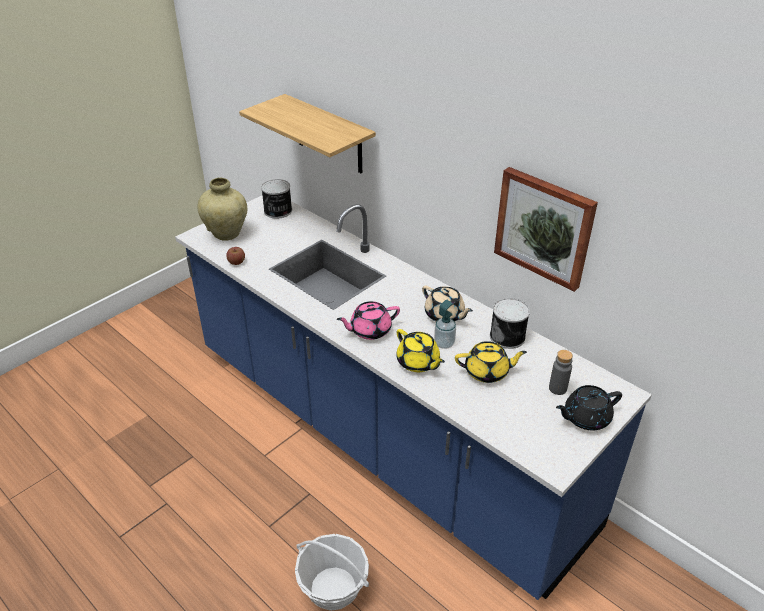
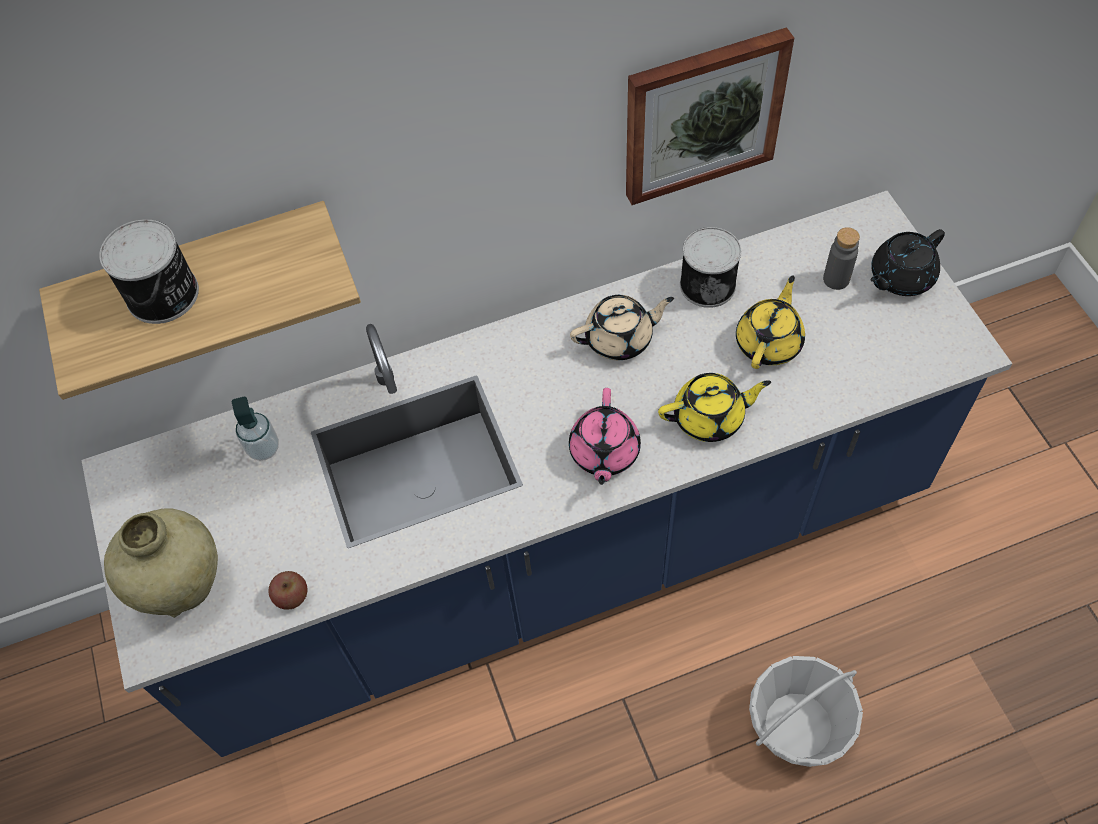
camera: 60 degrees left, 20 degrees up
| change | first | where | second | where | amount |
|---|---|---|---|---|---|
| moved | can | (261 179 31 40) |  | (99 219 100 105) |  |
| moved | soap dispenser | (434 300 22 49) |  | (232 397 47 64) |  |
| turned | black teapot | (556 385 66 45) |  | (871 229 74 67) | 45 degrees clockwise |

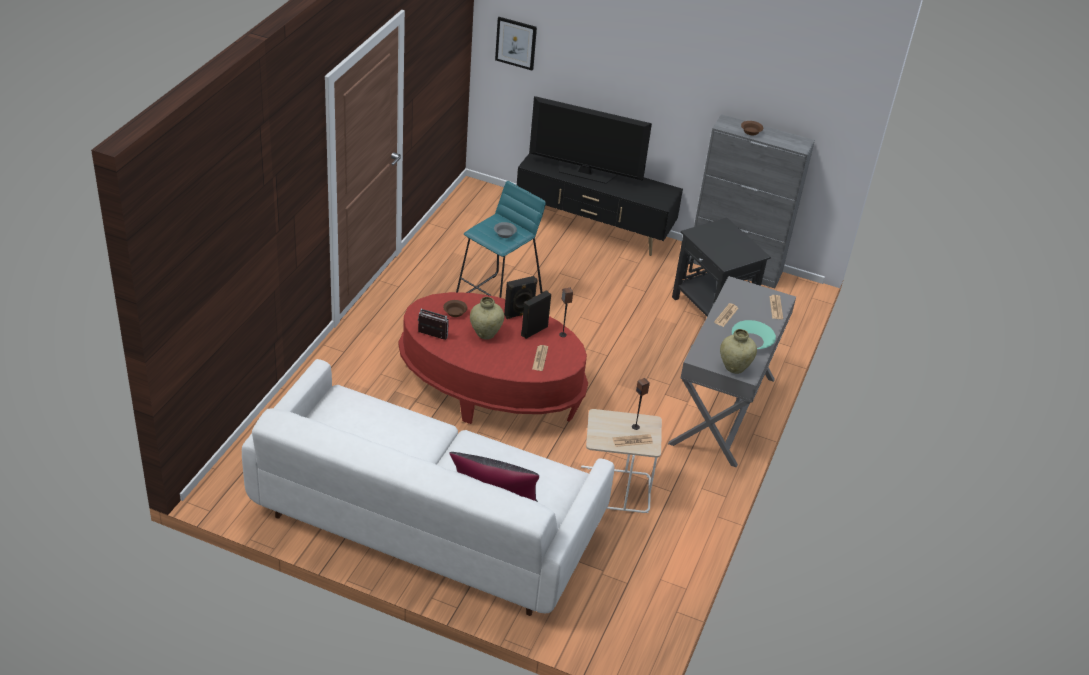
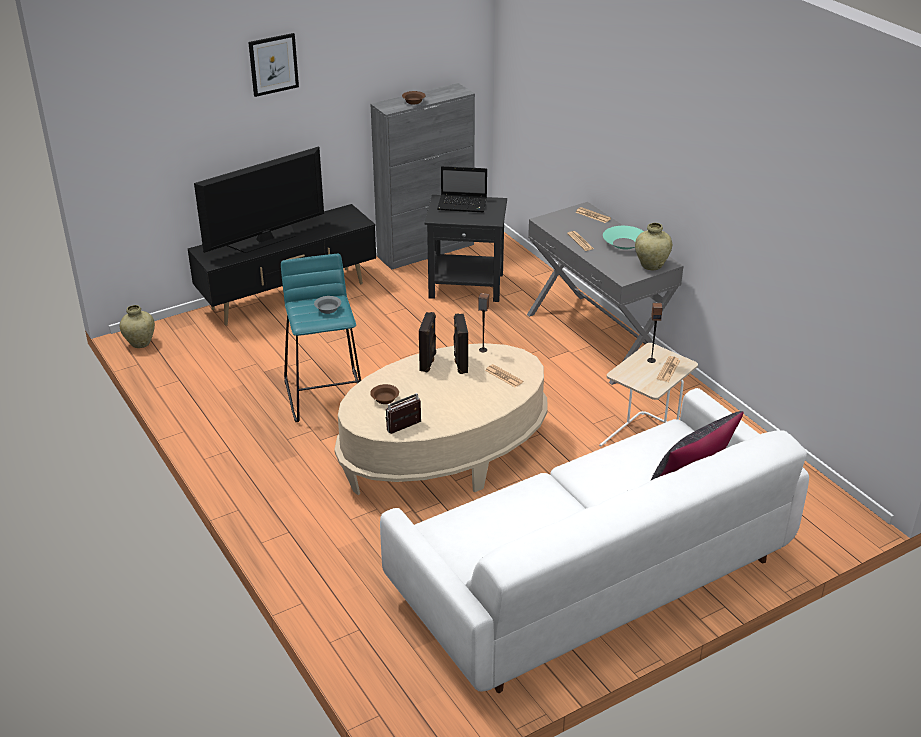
camera: 50 degrees left, 5 degrees down
| change | first | where | second | where | amount |
|---|---|---|---|---|---|
| moved | beige vase | (470 297 34 43) |  | (120 305 35 43) |  |
| moved | picture | (495 17 42 54) |  | (248 33 51 64) |  |
| recoloured | red coffee table | (399 292 189 132) | beige coffee table | (334 343 214 152) |  |
| added |  |  | laptop | (437 166 50 46) |  |

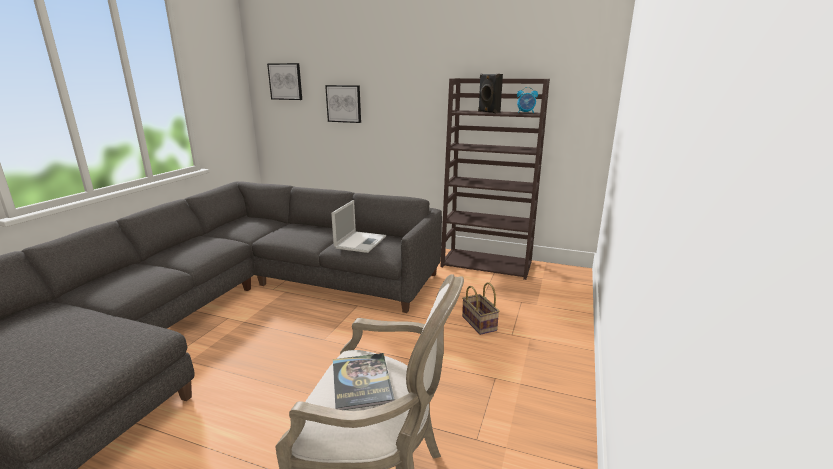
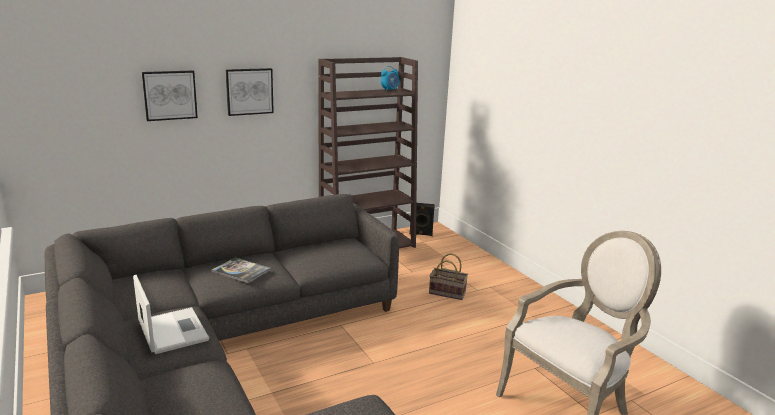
camera: 50 degrees left, 0 degrees up
| change | first | where | second | where | amount |
|---|---|---|---|---|---|
| moved | laptop | (331 200 55 53) |  | (133 275 76 79) |  |
| moved | book | (333 353 62 57) |  | (211 258 60 25) |  |
| moved | picture | (267 63 35 37) |  | (225 68 49 48) |  |
| moved | black speaker | (478 74 25 39) |  | (409 203 26 33) |  |

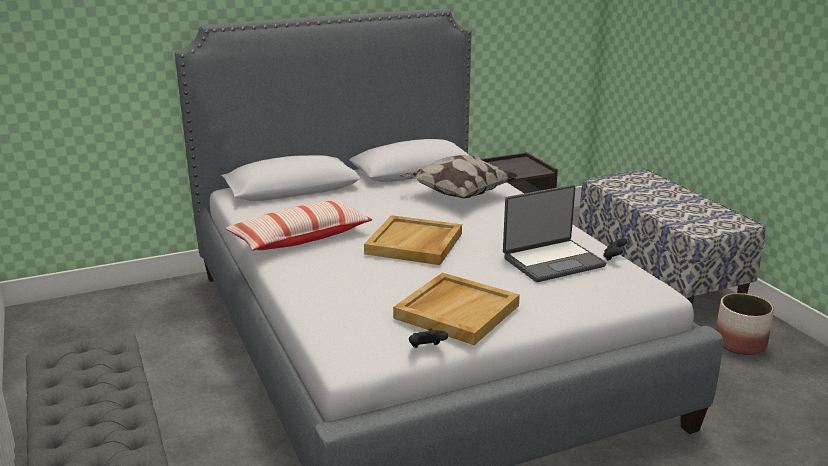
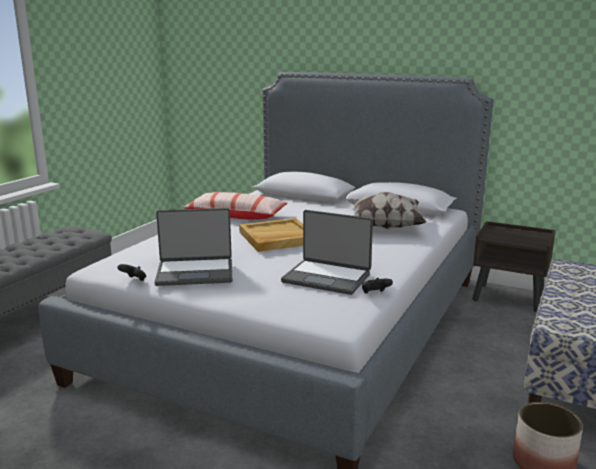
camera: 50 degrees right, 5 degrees down
| change | first | where | second | where | amount |
|---|---|---|---|---|---|
| replaced | beige tray | (393 272 127 73) | laptop | (155 208 77 78) |  |

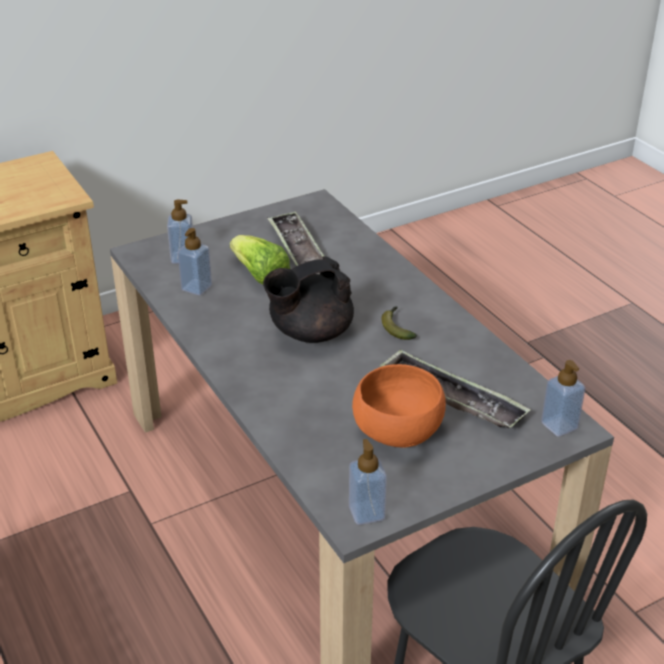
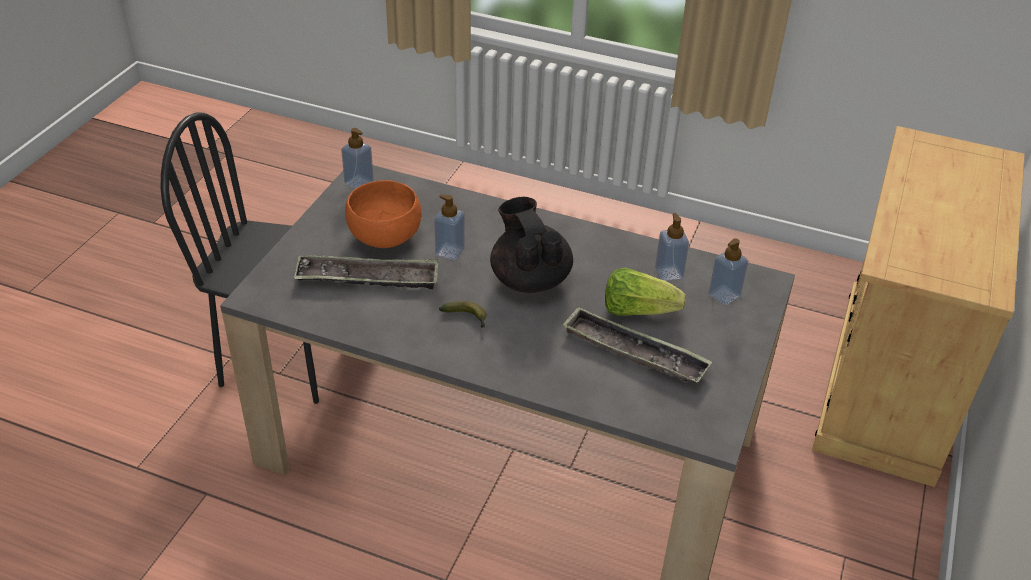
camera: 140 degrees right, 5 degrees up
| change | first | where | second | where | amount |
|---|---|---|---|---|---|
| moved | soap dispenser | (541 360 45 77) |  | (434 194 31 66) |  |
| turned | black teapot | (263 256 91 87) |  | (490 197 83 96) | 45 degrees counterclockwise |

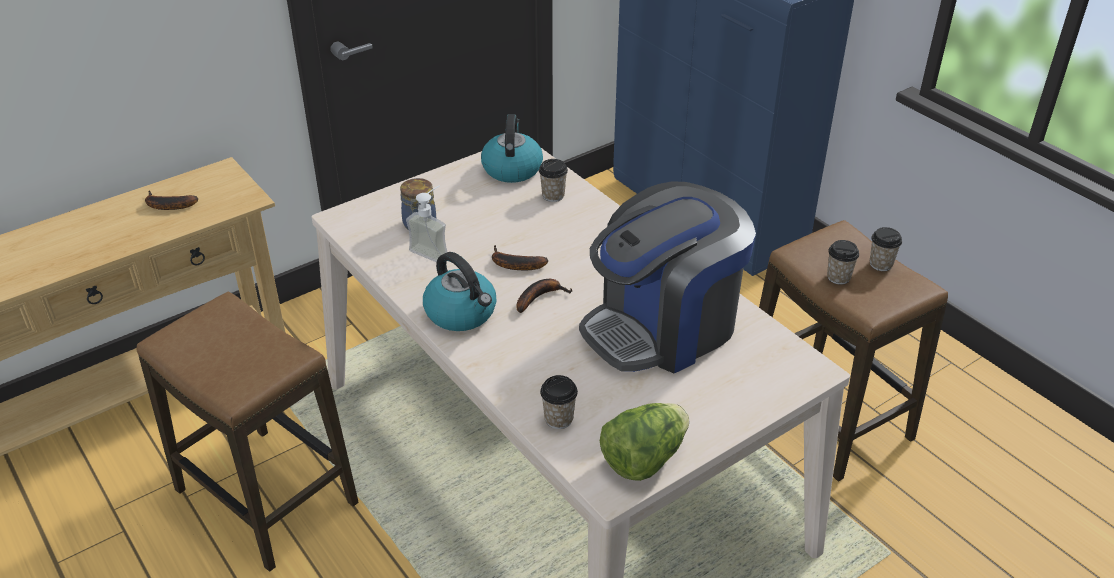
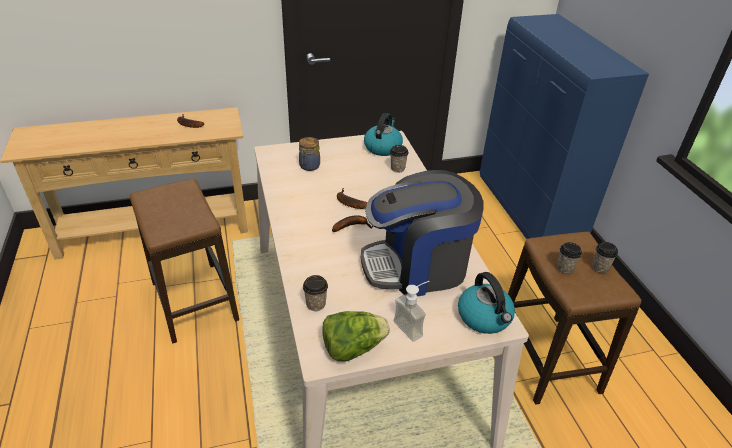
camera: 20 degrees right, 0 degrees up
| change | first | where | second | where | amount |
|---|---|---|---|---|---|
| moved | soap dispenser | (406 186 41 76) |  | (393 281 36 61) |  |
| moved | kettle | (423 252 73 79) |  | (458 272 57 62) |  |

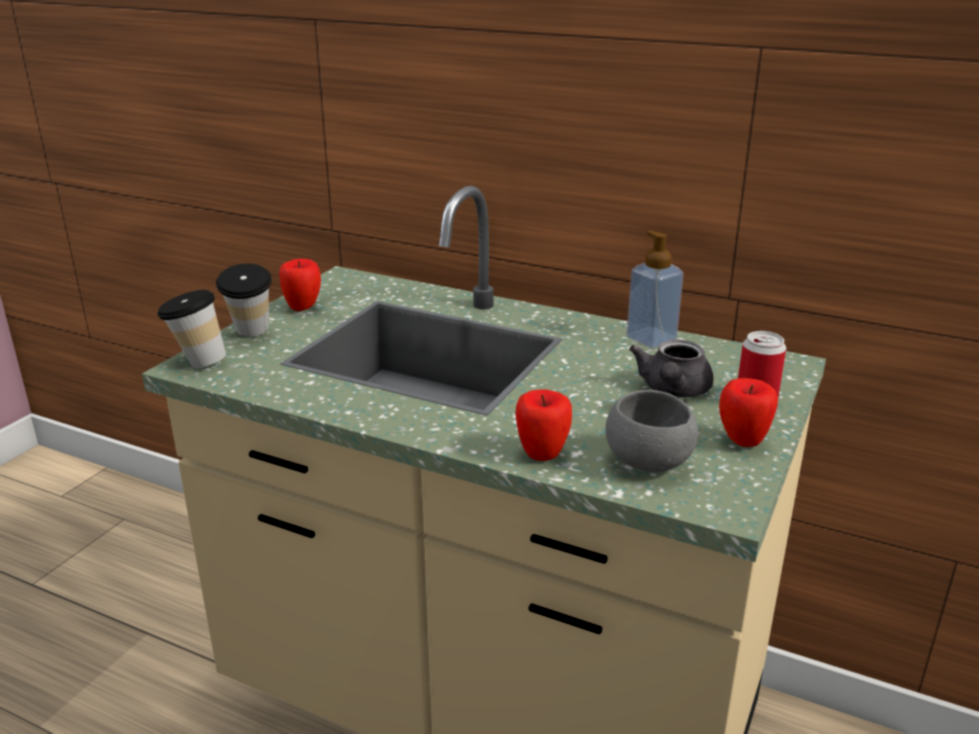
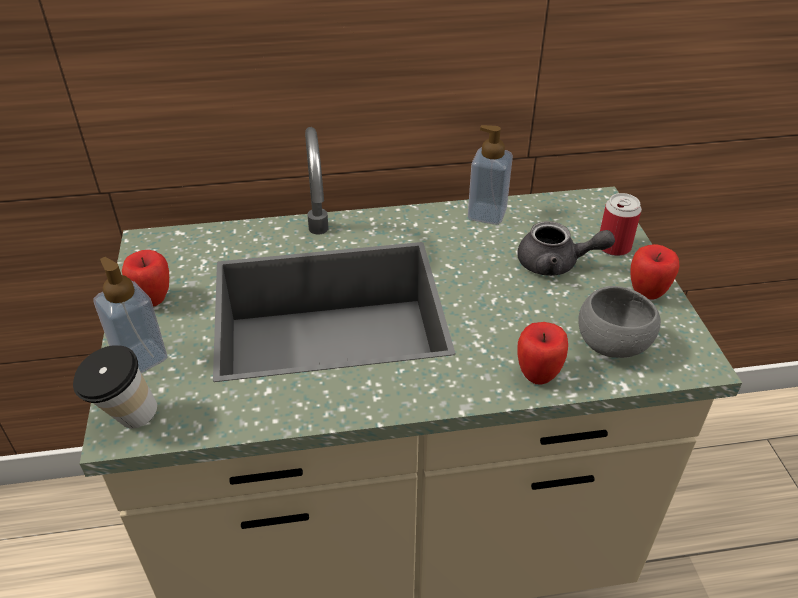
camera: 35 degrees left, 15 degrees up
| change | first | where | second | where | amount |
|---|---|---|---|---|---|
| replaced | cup | (216 264 56 73) | soap dispenser | (93 257 75 116) |  |
| turned | grey teapot | (629 339 84 58) |  | (517 221 98 55) | 60 degrees counterclockwise |

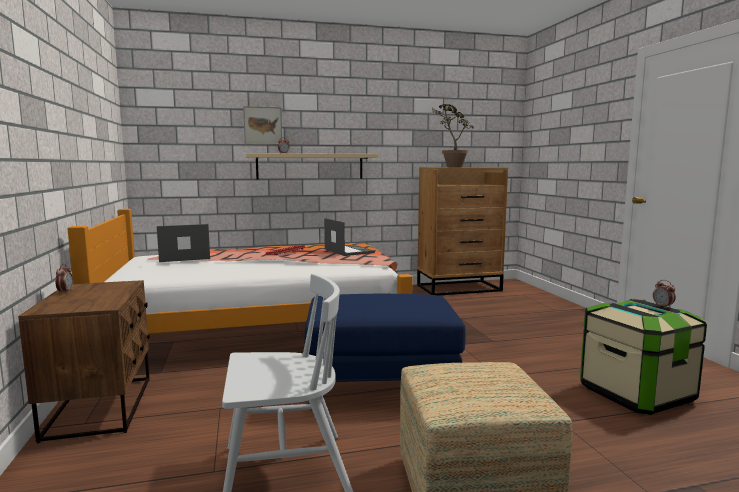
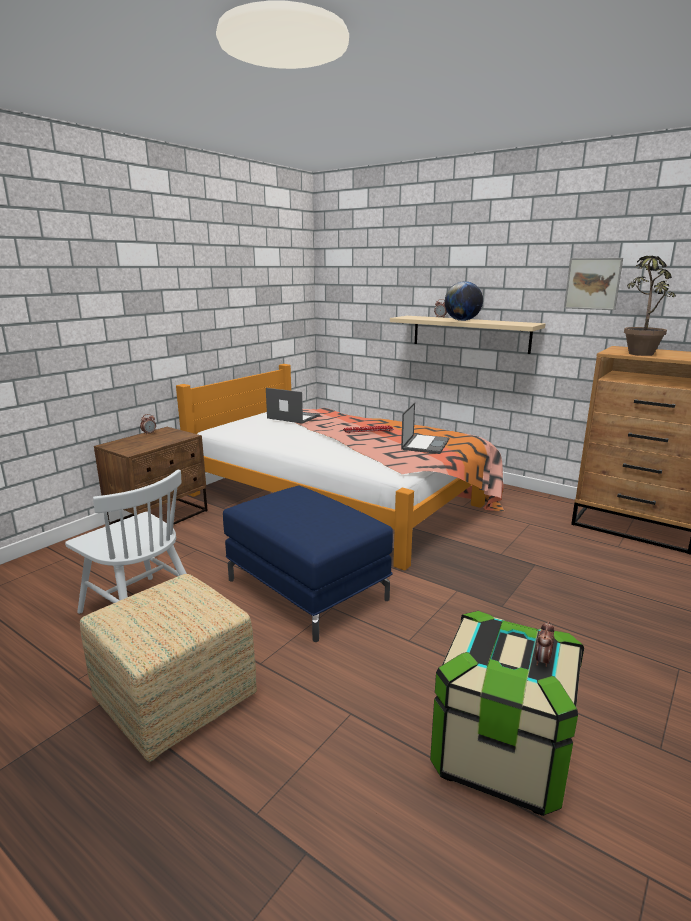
camera: 50 degrees right, 10 degrees up
| change | first | where | second | where | amount |
|---|---|---|---|---|---|
| added |  |  | globe | (445 281 38 40) |  |
| moved | picture | (243 106 40 39) |  | (564 258 59 52) |  |

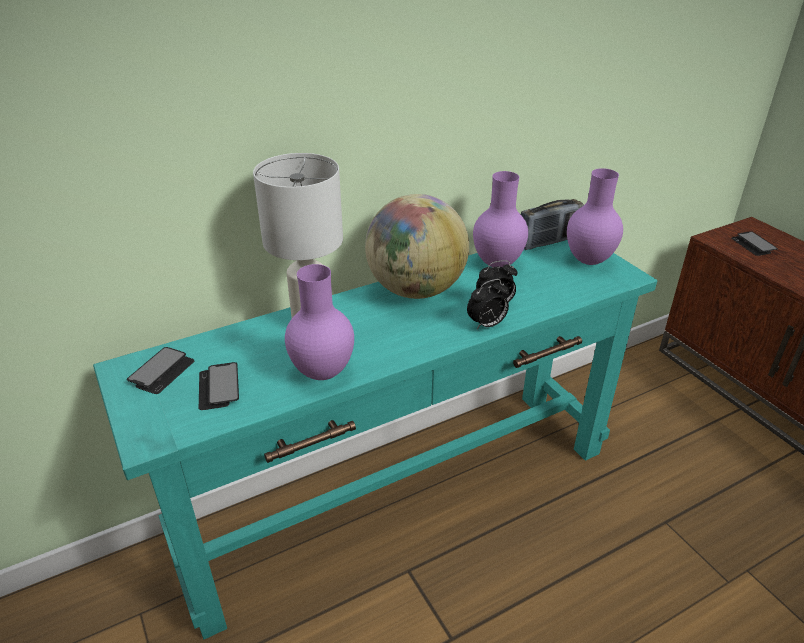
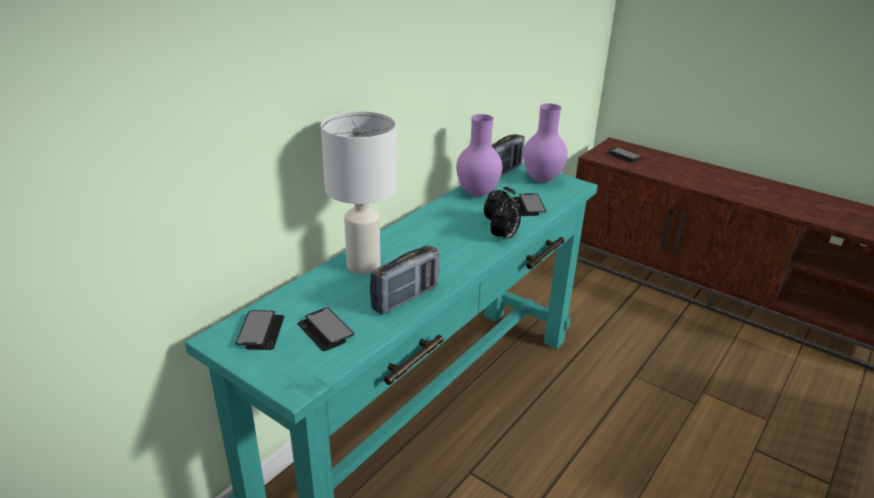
camera: 25 degrees left, 5 degrees down
| change | first | where | second | where | amount |
|---|---|---|---|---|---|
| replaced | purple vase | (285 264 69 116) | radio | (370 245 69 70) |  |
| added |  |  | phone | (514 194 32 22) |  |
| removed | globe | (365 194 104 105) |  |  |  |

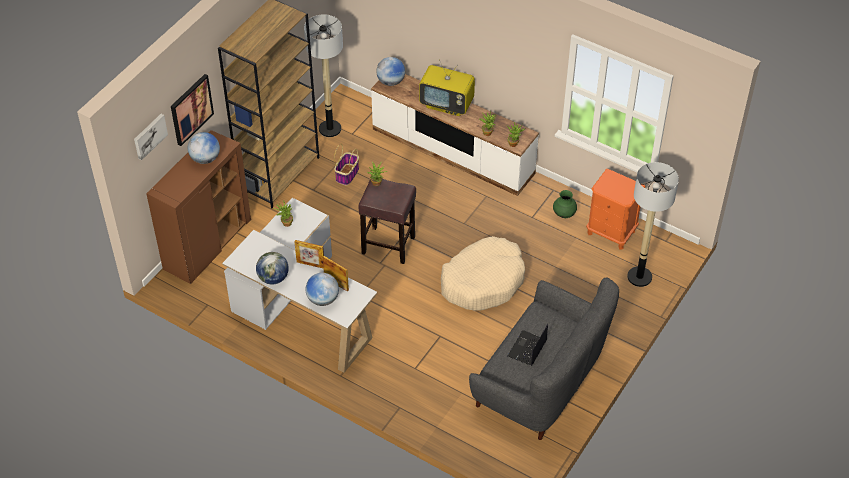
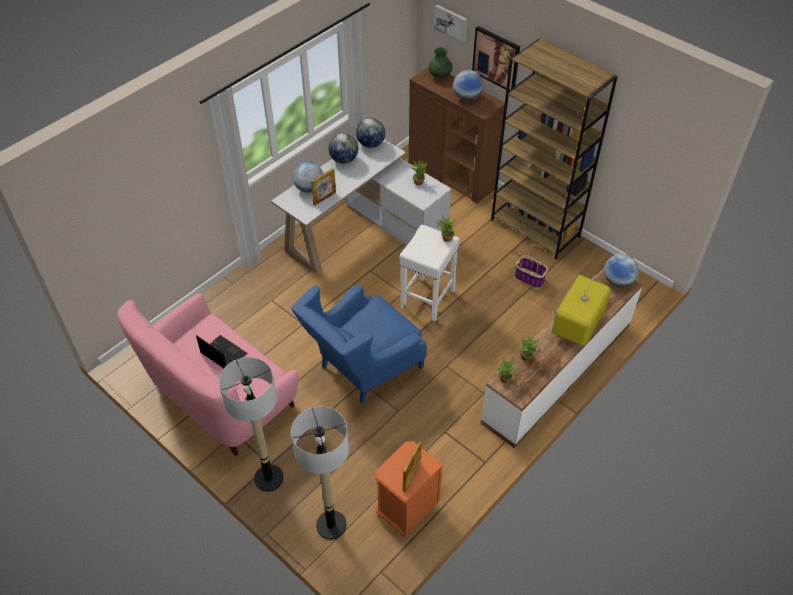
camera: 100 degrees right, 0 degrees up
| change | first | where | second | where | amount |
|---|---|---|---|---|---|
| recoloured | grey sofa | (469 278 150 162) | pink sofa | (117 293 182 163) |  |
| moved | floor lamp | (304 14 39 123) |  | (219 357 65 135) |  |
| replaced | beige dog bed | (441 236 84 75) | blue armchair | (291 284 136 120) |  |
| added |  |  | globe | (356 118 29 30) |  |
| recoloured | brown stool | (358 179 58 85) | white stool | (400 225 60 97) |  |
| moved | picture frame | (294 240 30 28) |  | (403 441 19 51) |  |
| moved | green vase | (553 190 24 28) |  | (428 47 24 32) |  |

